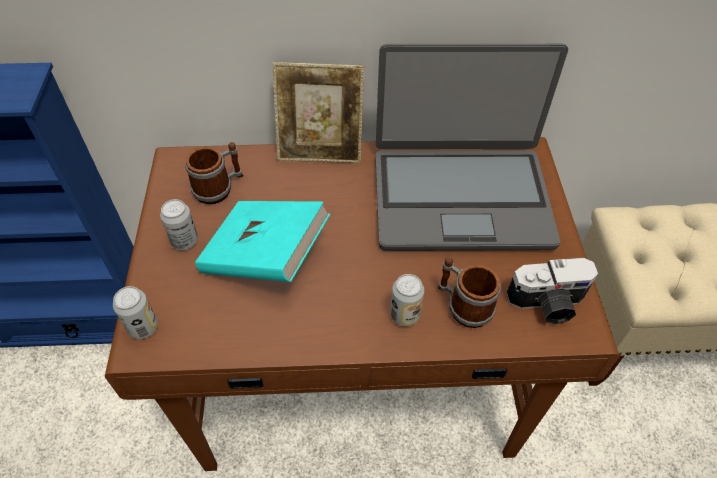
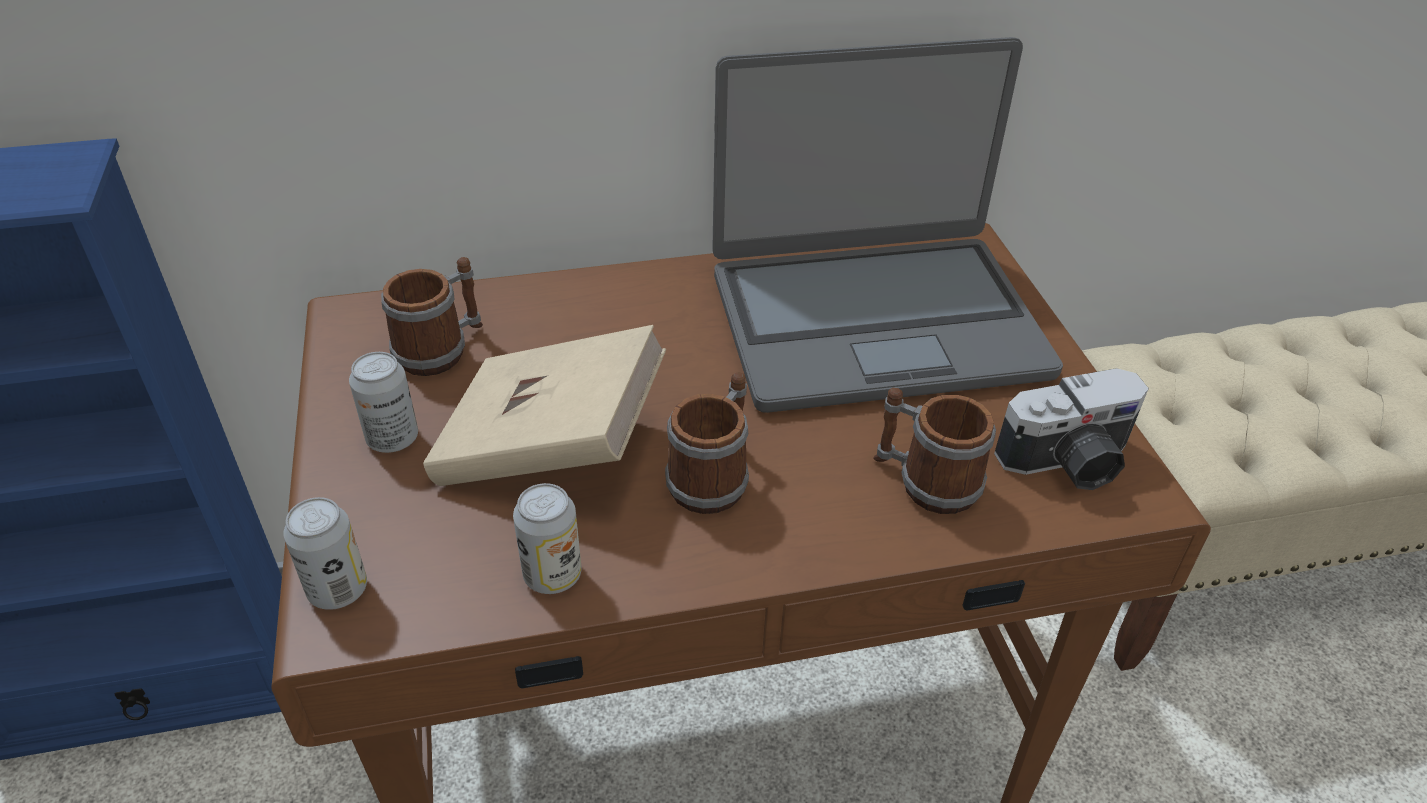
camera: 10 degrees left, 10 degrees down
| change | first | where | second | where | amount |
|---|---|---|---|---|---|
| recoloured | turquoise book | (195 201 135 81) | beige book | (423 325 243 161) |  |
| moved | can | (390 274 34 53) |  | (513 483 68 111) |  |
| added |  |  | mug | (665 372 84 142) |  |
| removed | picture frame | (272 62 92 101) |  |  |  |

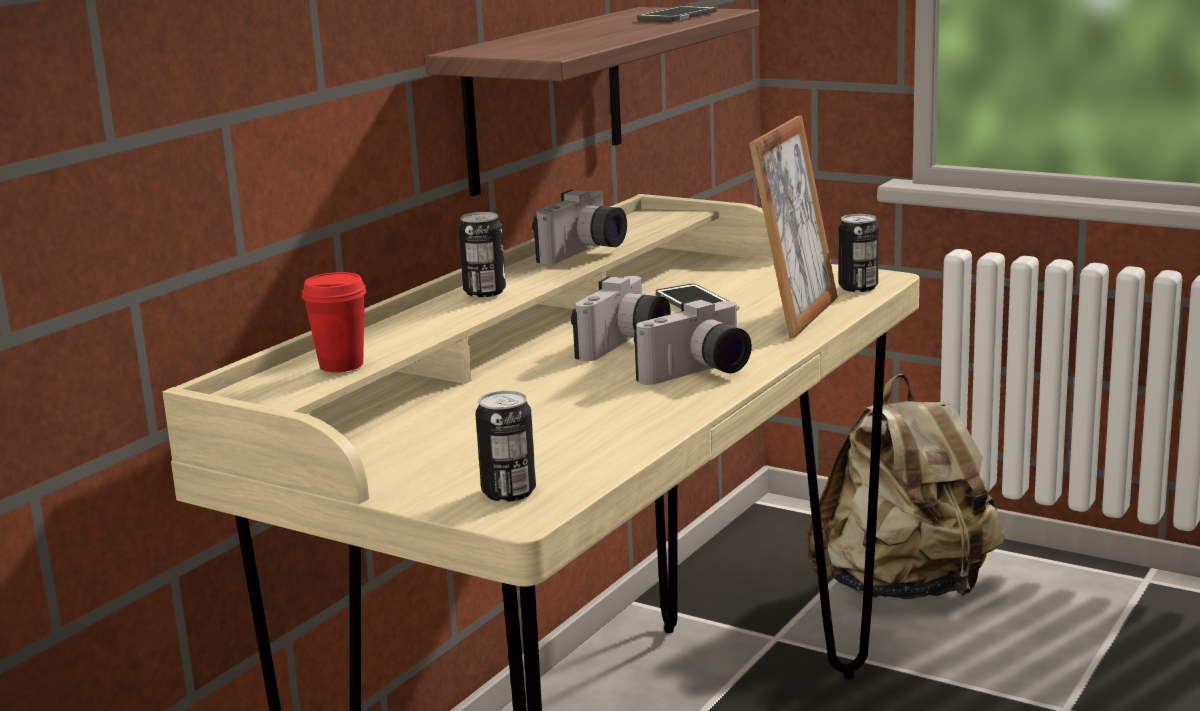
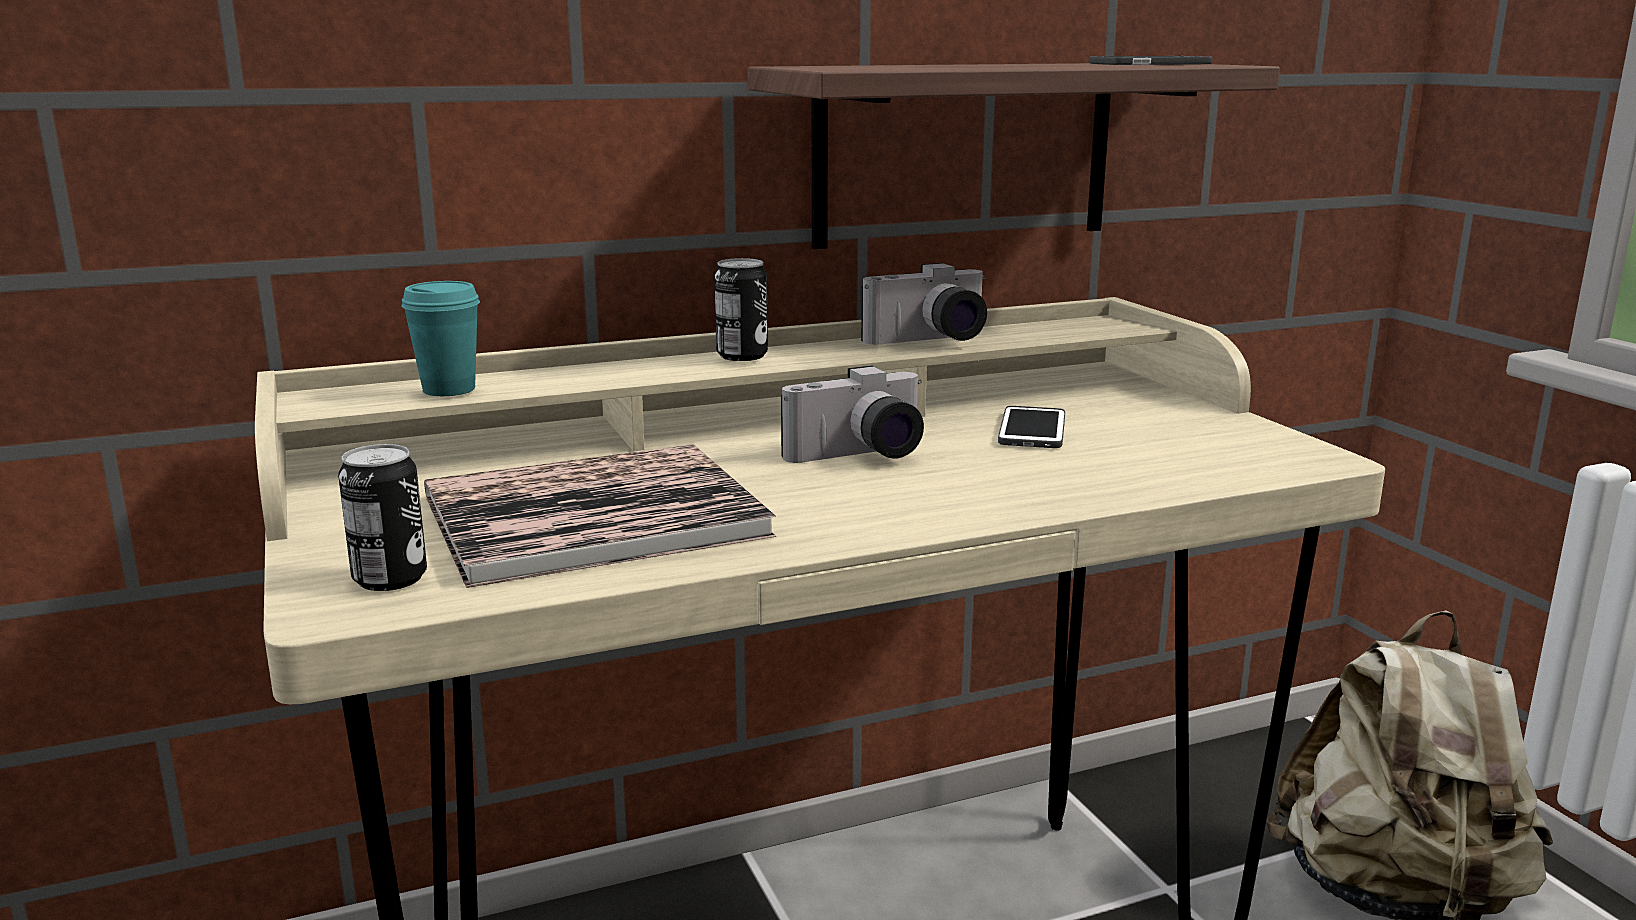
camera: 35 degrees right, 0 degrees up
| change | first | where | second | where | amount |
|---|---|---|---|---|---|
| recoloured | red cup | (302 272 65 100) | turquoise cup | (401 281 79 115) |  |
| added |  |  | book | (424 444 352 144) |  |
| removed | photo camera | (634 299 118 86) |  |  |  |
| removed | picture frame | (749 115 89 223) |  |  |  |
| removed | can | (838 214 41 78) |  |  |  |

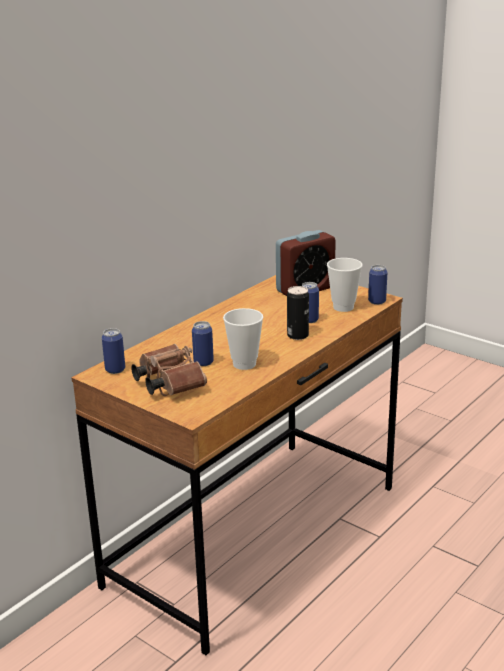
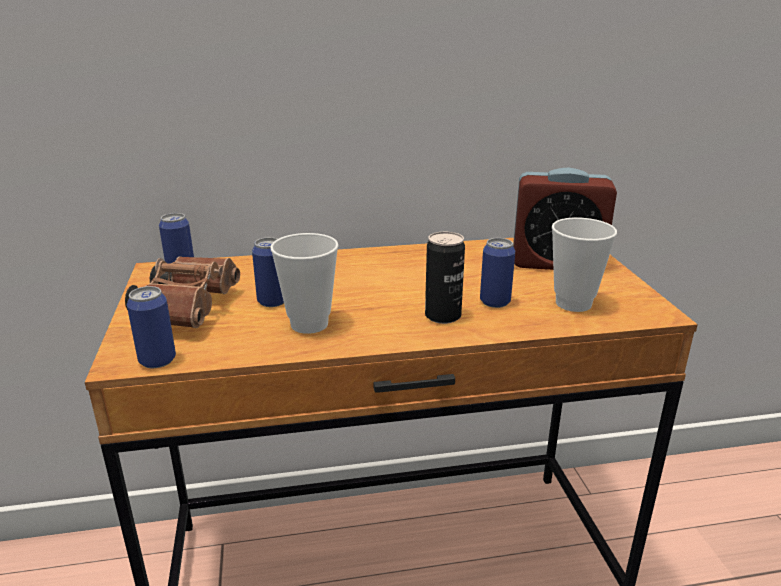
camera: 40 degrees right, 0 degrees up
| change | first | where | second | where | amount |
|---|---|---|---|---|---|
| moved | can | (368 265 19 40) |  | (127 286 49 82) |  |

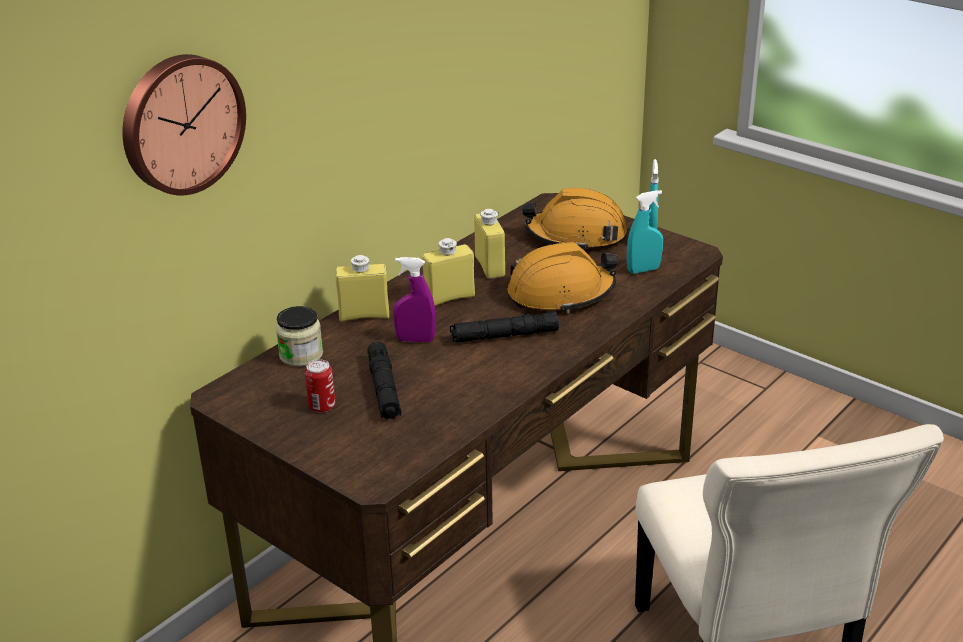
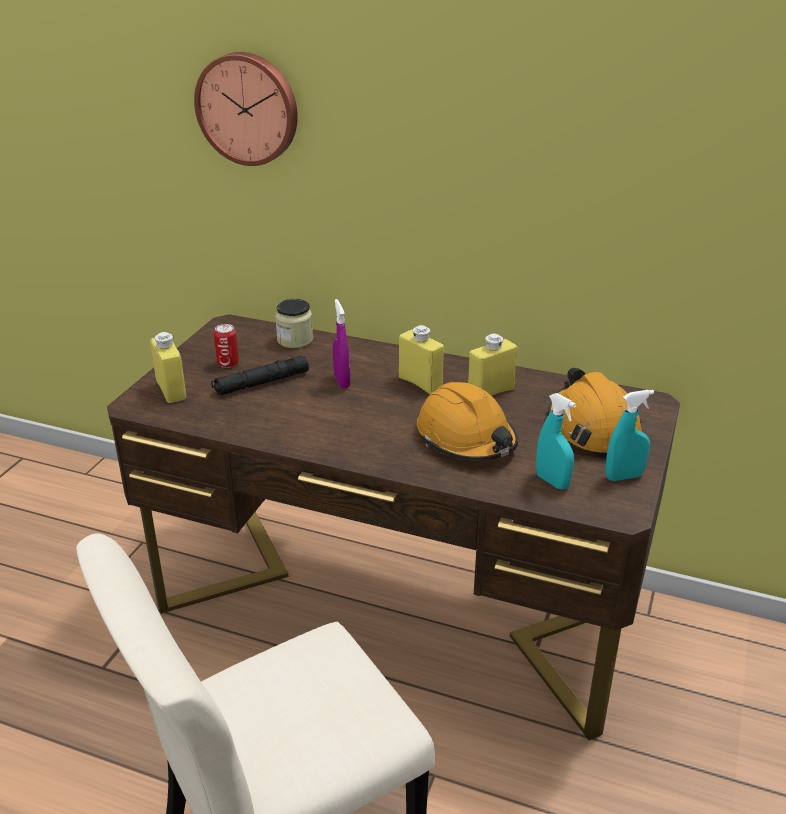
camera: 70 degrees right, 0 degrees up
| change | first | where | second | where | amount |
|---|---|---|---|---|---|
| moved | yellow bottle | (336 255 53 67) |  | (150 332 36 71) |  |
| removed | black flashlight | (450 312 109 31) |  |  |  |

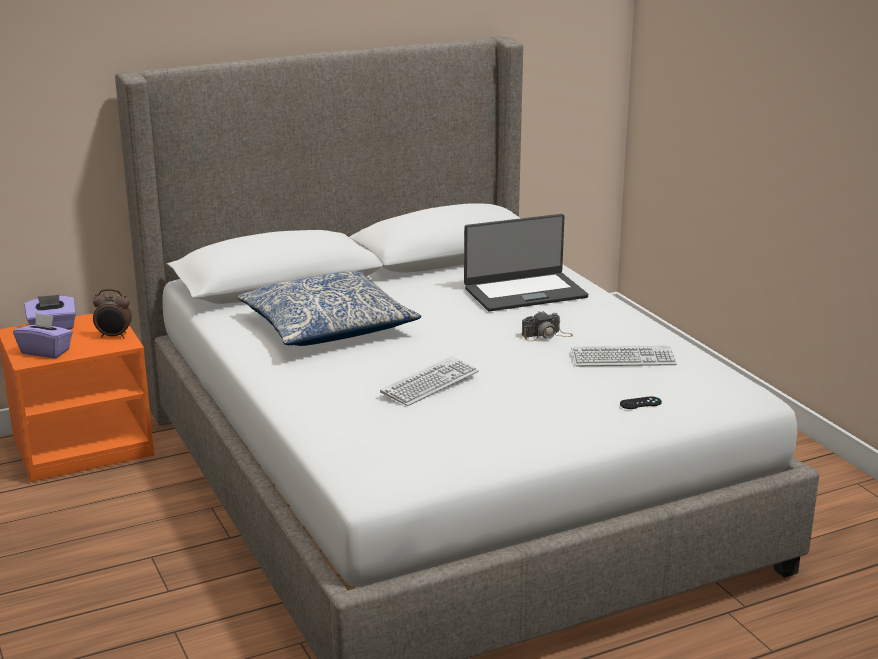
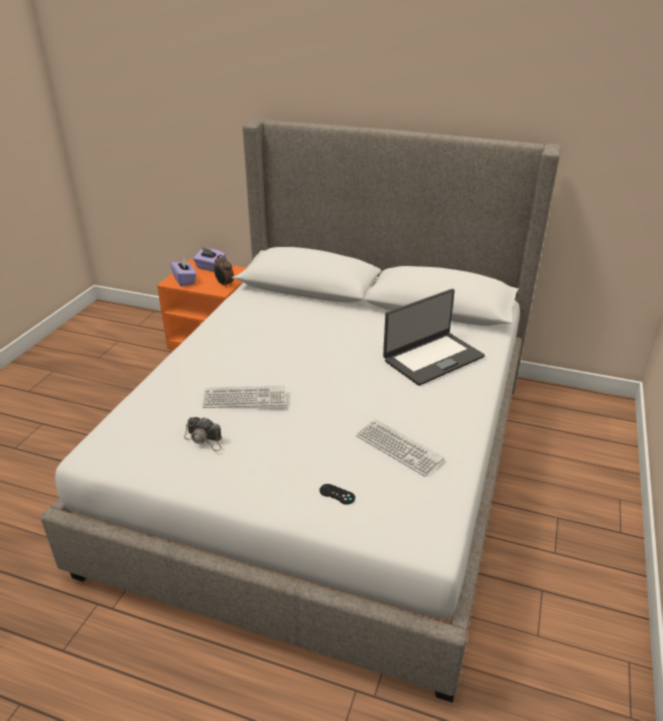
camera: 45 degrees right, 10 degrees up
| change | first | where | second | where | amount |
|---|---|---|---|---|---|
| moved | photo camera | (522 311 51 30) |  | (184 417 38 34) |  |
| turned | laptop | (464 214 124 98) |  | (383 289 102 97) | 60 degrees counterclockwise |
| removed | pillow | (238 271 183 75) |  |  |  |

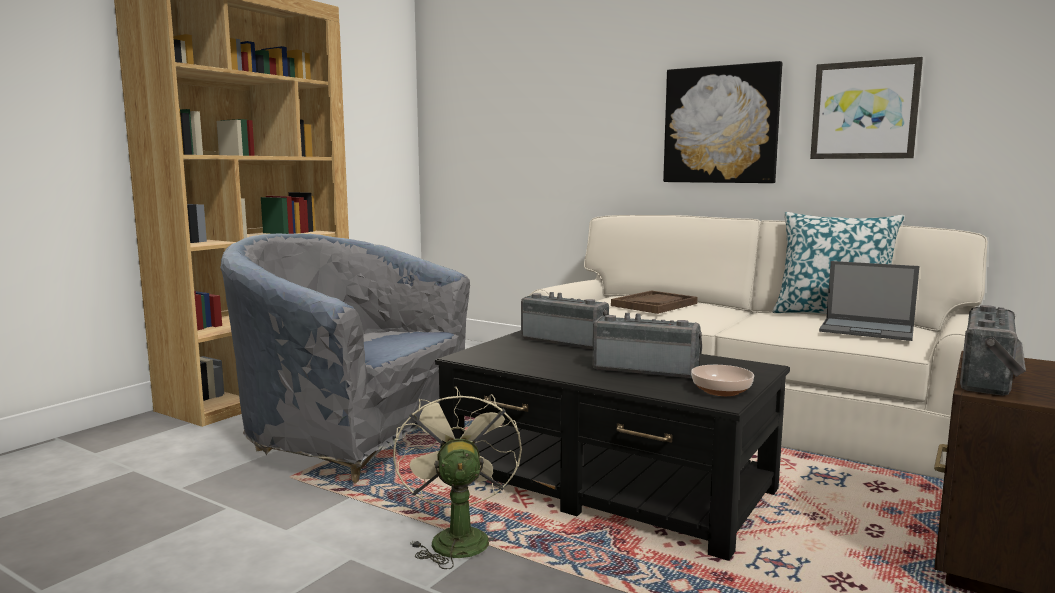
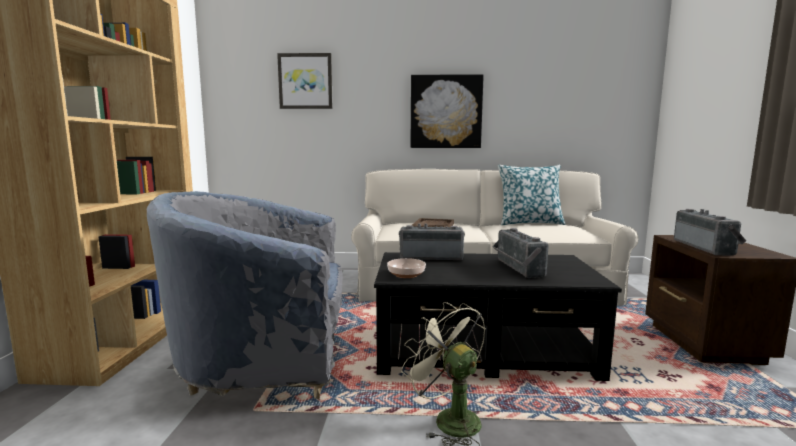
camera: 30 degrees left, 0 degrees up
| change | first | where | second | where | amount |
|---|---|---|---|---|---|
| moved | picture | (810 57 113 102) |  | (277 53 56 56) |  |
| moved | bowl | (691 365 63 31) |  | (387 258 39 20) |  |
| turned | radio | (592 313 110 66) |  | (493 228 56 50) | 90 degrees counterclockwise |
| removed | laptop | (819 261 101 80) |  |  |  |

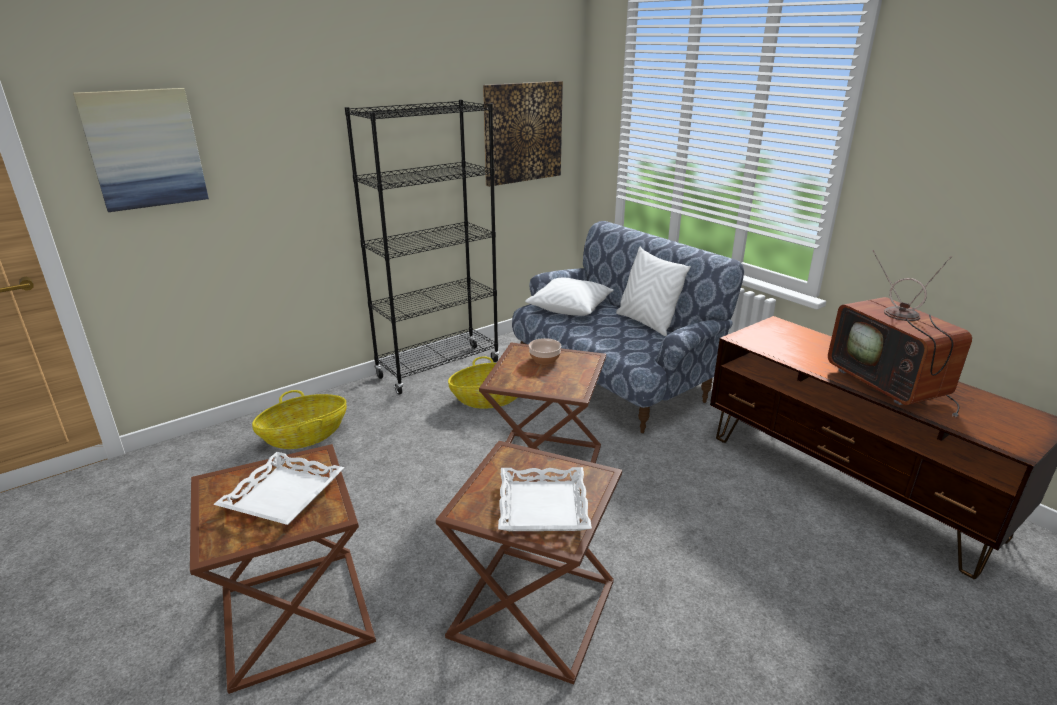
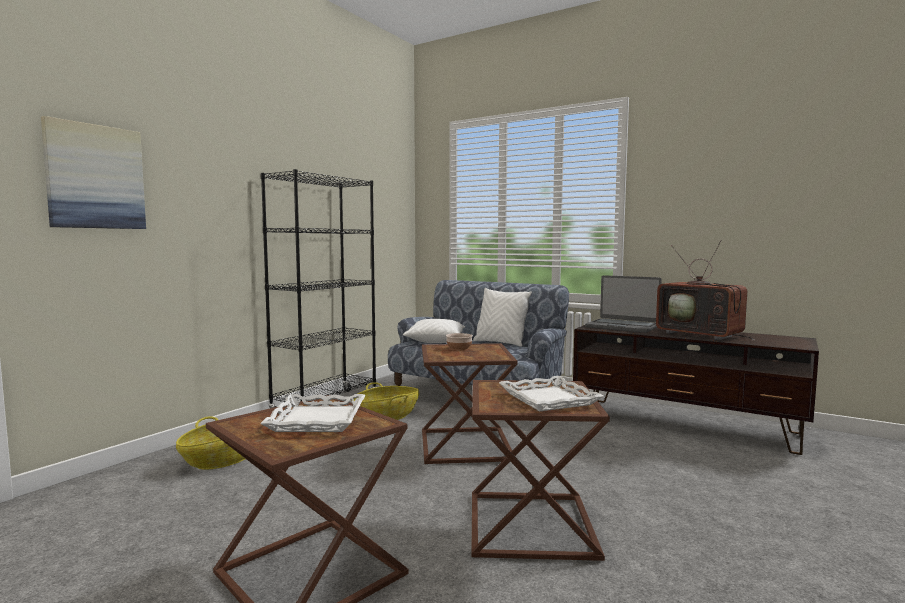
camera: 20 degrees left, 20 degrees down
| change | first | where | second | where | amount |
|---|---|---|---|---|---|
| added |  |  | laptop | (585 275 77 58) |  |
| removed | picture | (483 81 80 106) |  |  |  |

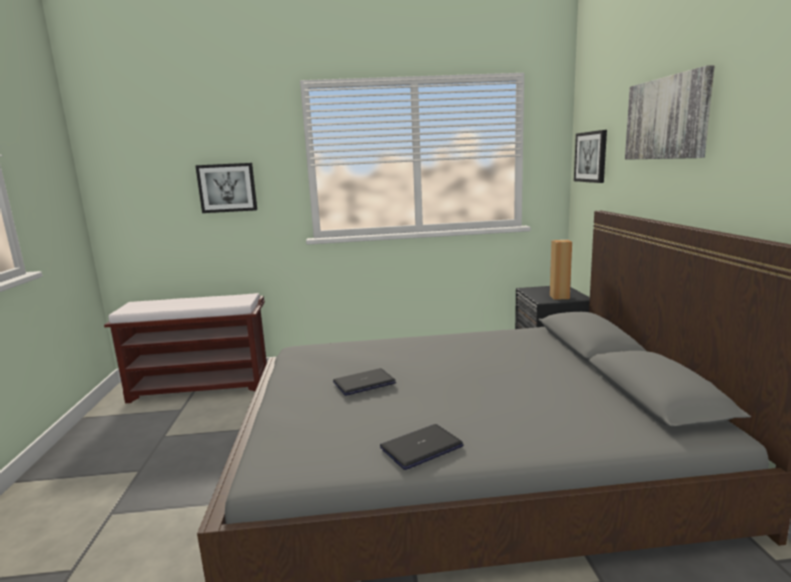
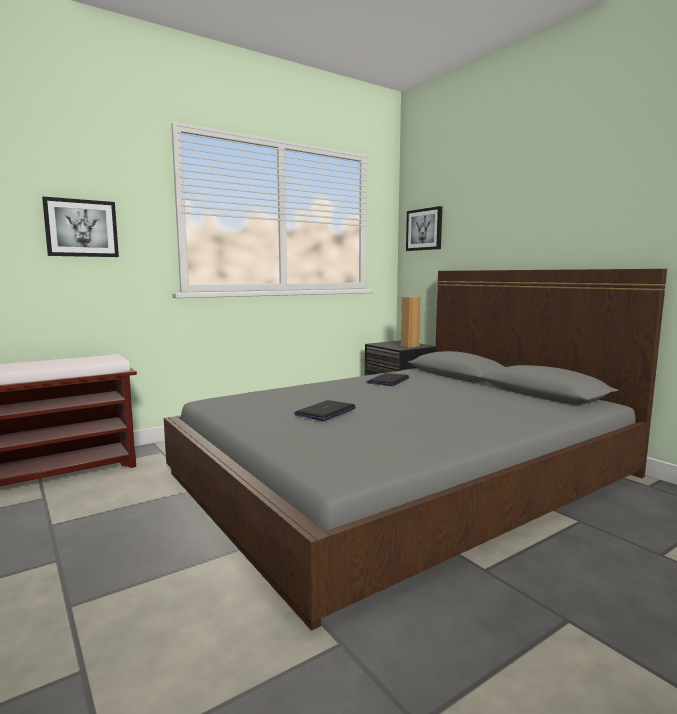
camera: 30 degrees left, 5 degrees down
| change | first | where | second | where | amount |
|---|---|---|---|---|---|
| moved | laptop | (380 424 84 46) |  | (366 373 44 13) |  |
| removed | picture | (625 65 89 95) |  |  |  |

